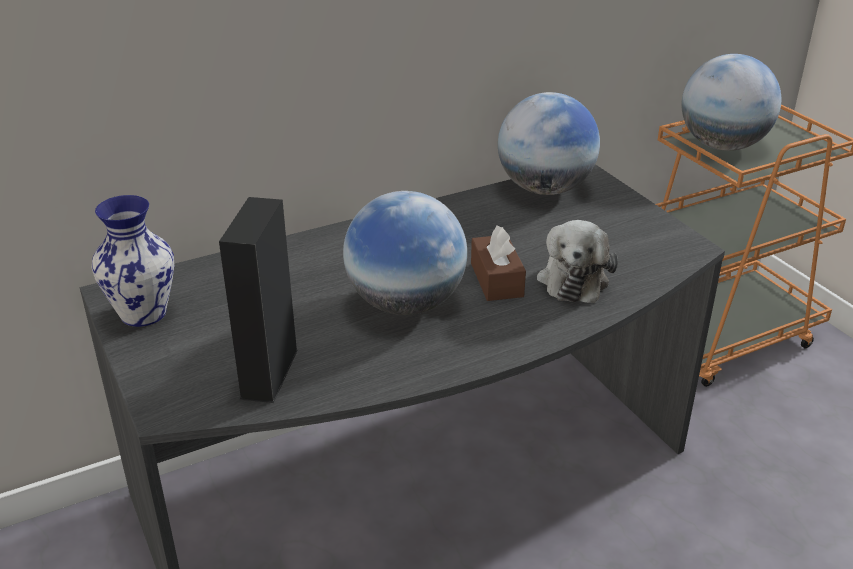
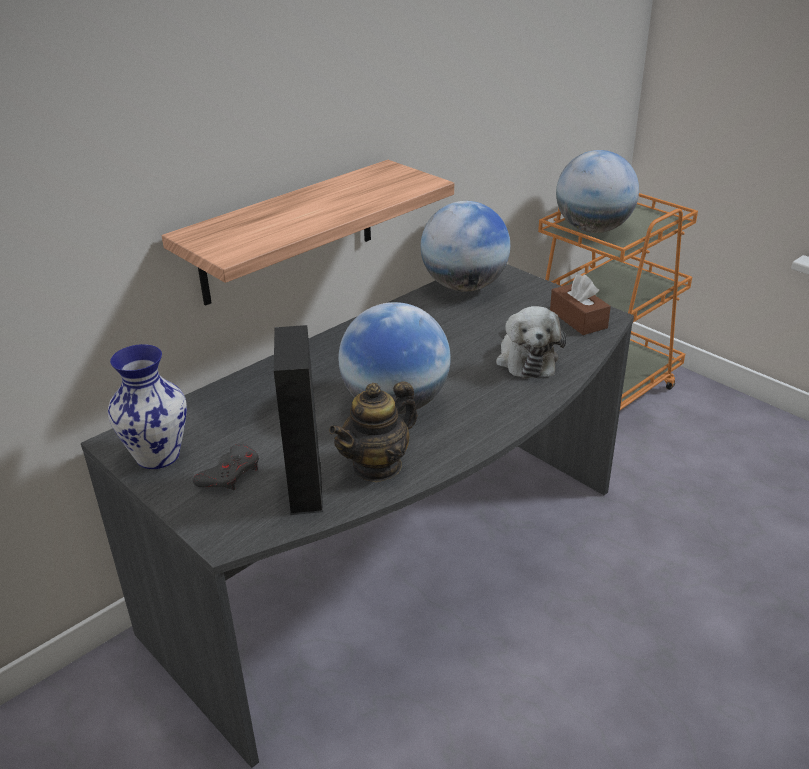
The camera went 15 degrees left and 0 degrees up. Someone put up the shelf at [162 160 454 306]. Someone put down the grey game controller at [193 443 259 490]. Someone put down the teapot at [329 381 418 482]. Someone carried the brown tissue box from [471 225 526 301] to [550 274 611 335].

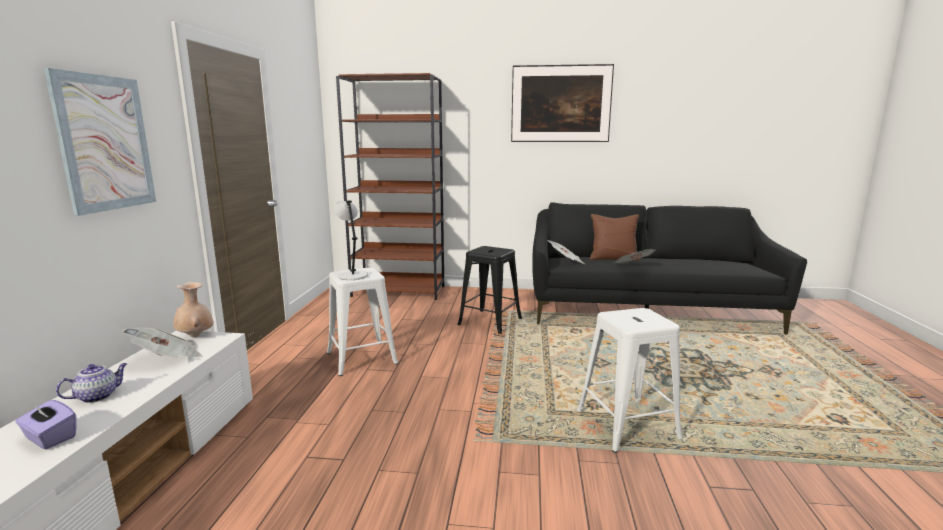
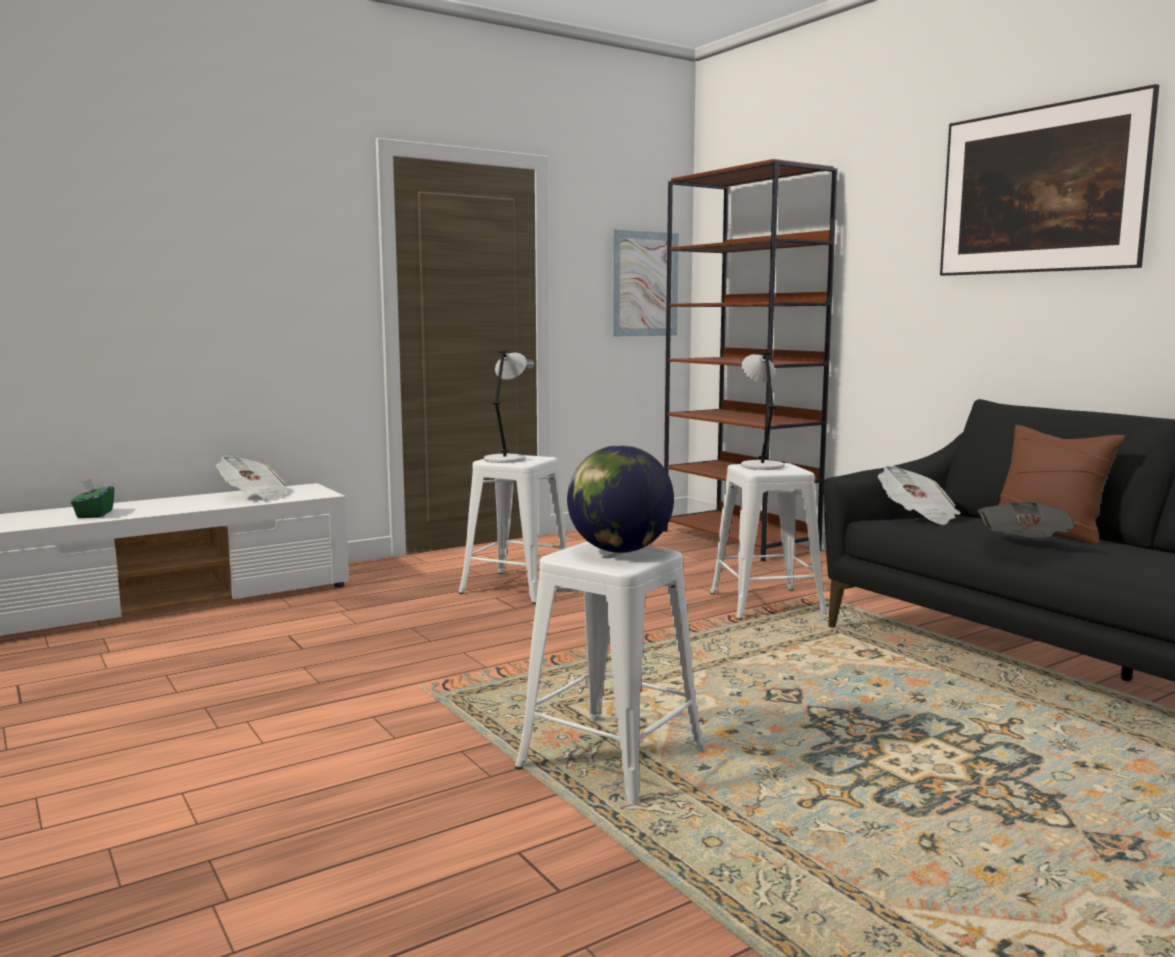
The camera went 50 degrees right and 5 degrees down. Someone repainted the purple tissue box at [15 400 77 449], which became the green tissue box at [71 478 114 518]. Someone put down the globe at [567 445 674 553]. Someone carried the picture from [44 68 156 216] to [612 230 679 336]. Someone repainted the black stool at [457 246 522 334], which became the white stool at [710 463 827 620]. Someone put down the grey table lamp at [741 352 785 470]. Someone took away the teapot at [56 363 127 403]. Someone took away the beige vase at [173 282 214 338].

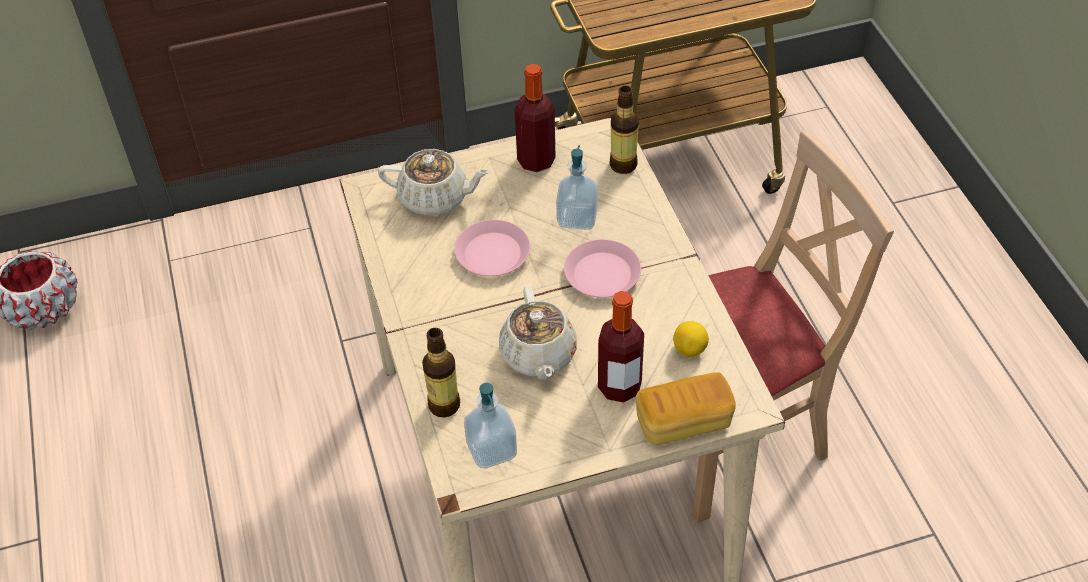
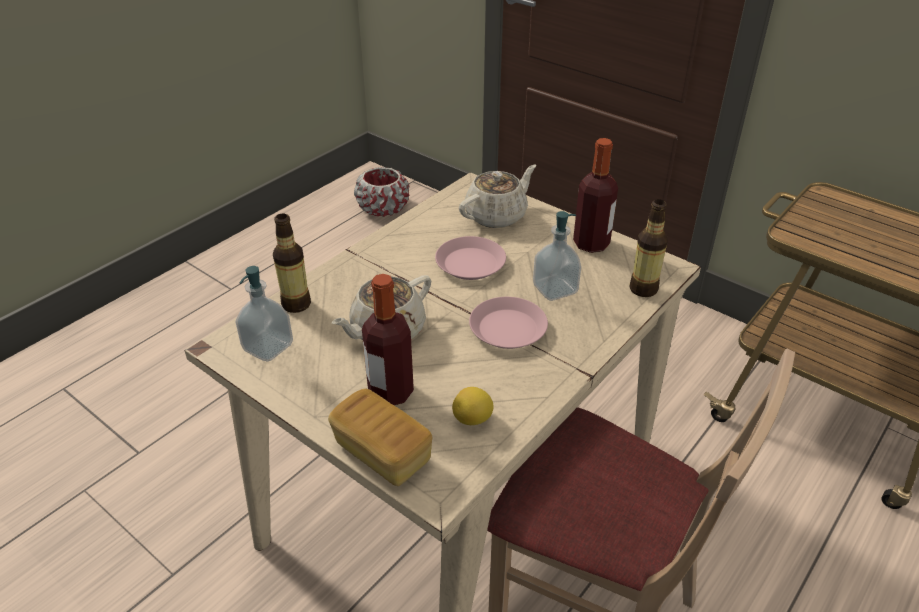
The camera went 55 degrees right and 10 degrees down. Someone rotated the beige teapot at [378 149 491 216] by 105 degrees counterclockwise.

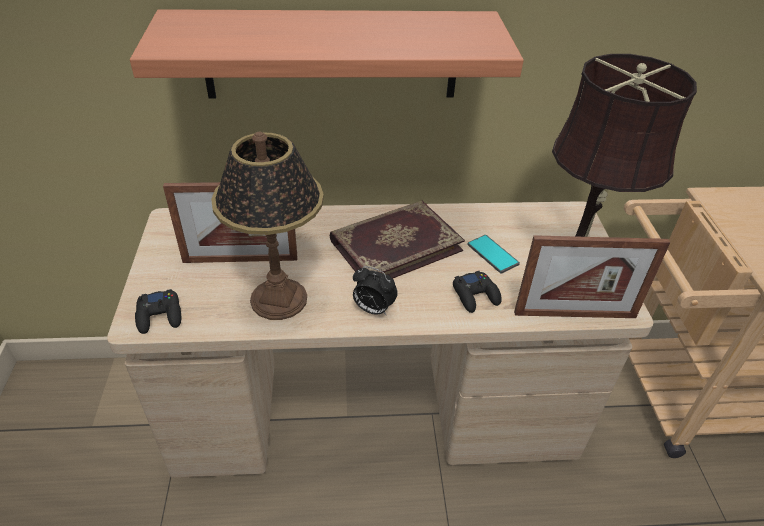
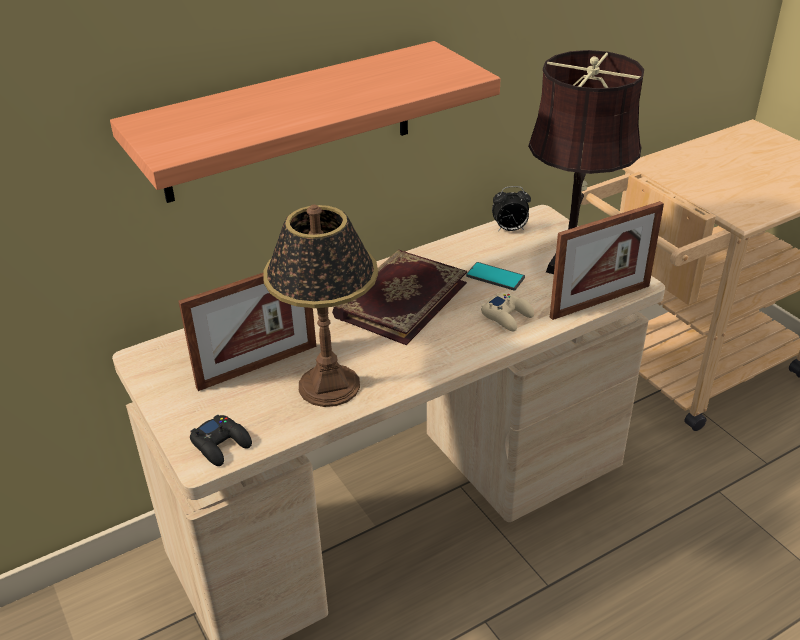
The camera went 25 degrees left and 5 degrees down. Someone repainted the black game controller at [453 271 502 313], which became the beige game controller at [481 293 534 332]. Someone carried the alarm clock from [353 266 398 316] to [492 186 531 231].

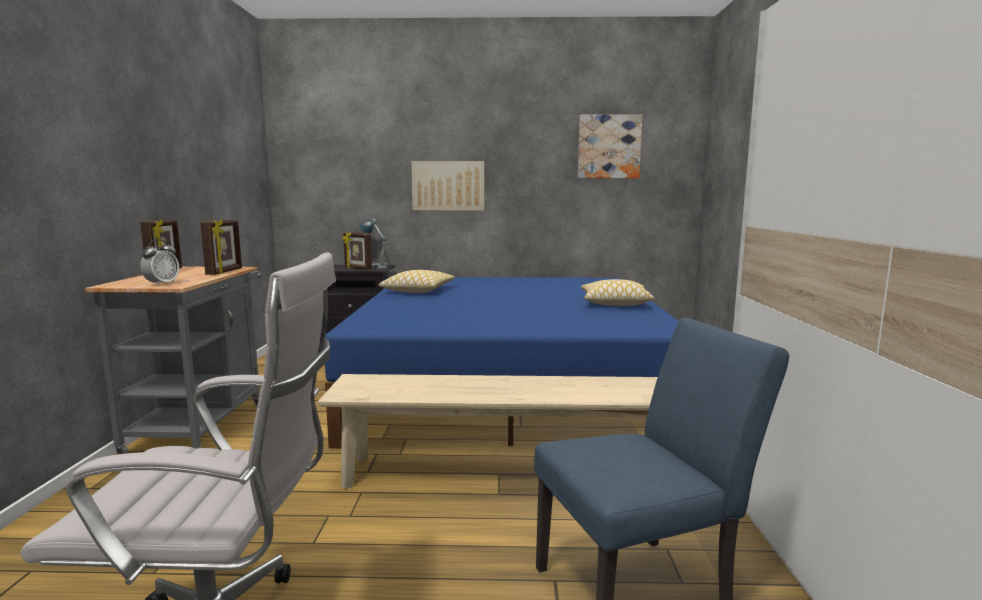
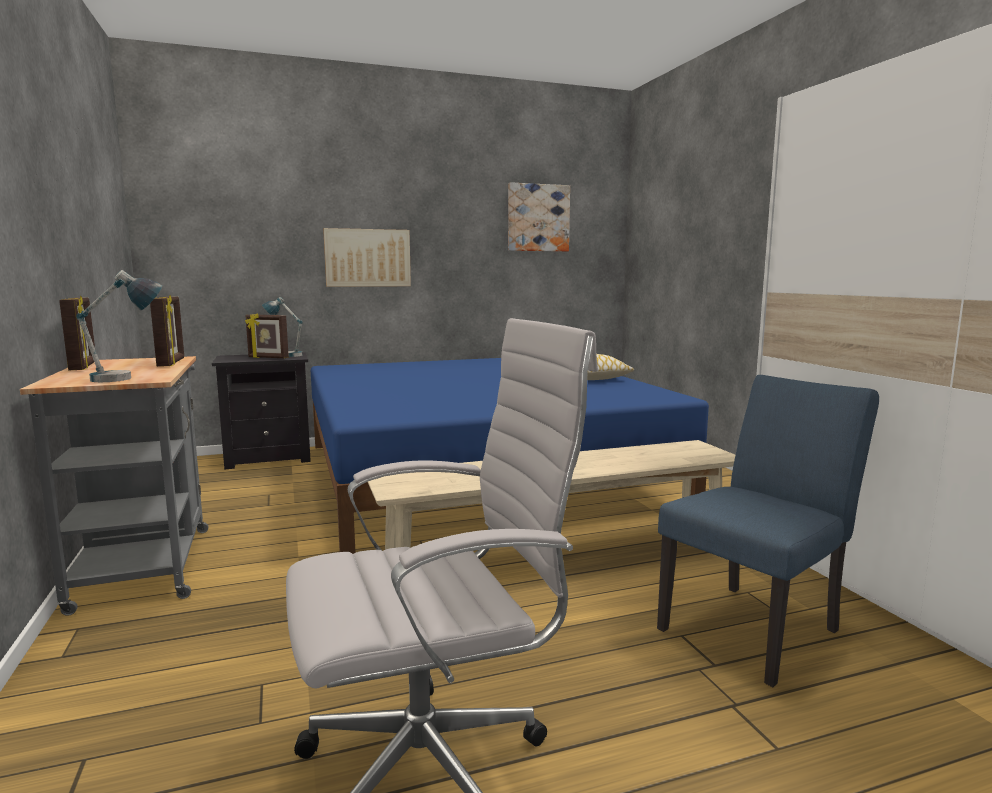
The camera went 20 degrees left and 0 degrees up. Someone swapped the alarm clock at [140 239 179 286] for the table lamp at [76 270 162 382]. Someone took away the pillow at [379 270 455 293].

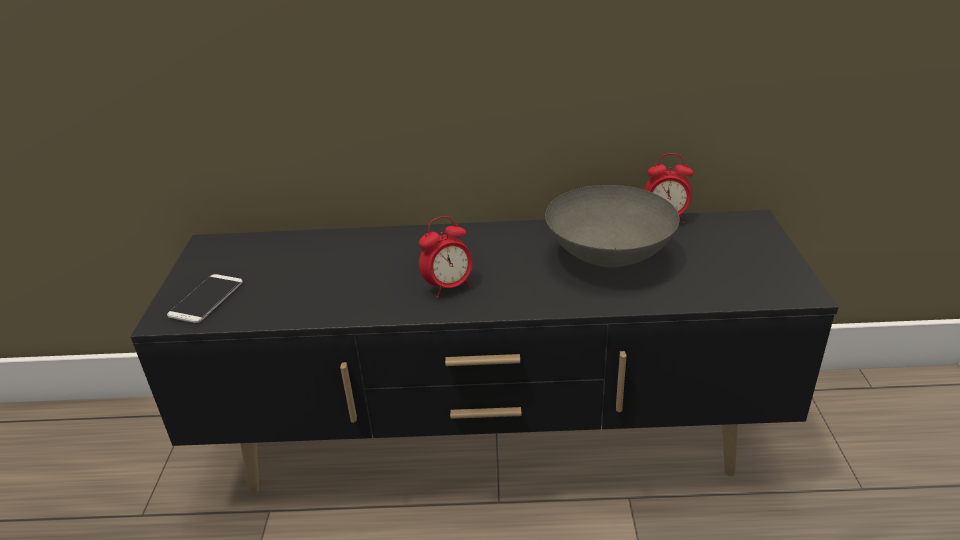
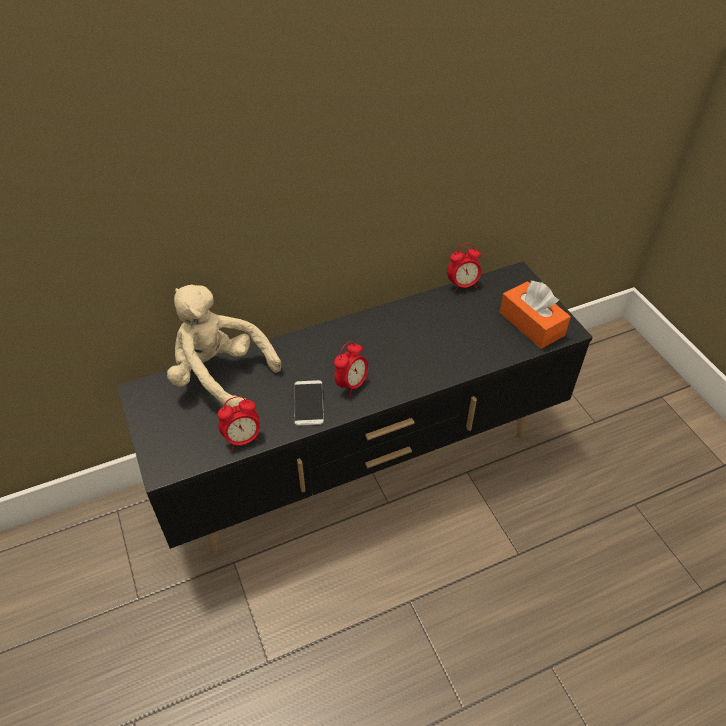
The camera went 25 degrees left and 15 degrees up. Someone put down the beige plush toy at [167 284 281 407]. Someone put down the alarm clock at [217 396 260 450]. Someone carried the phone from [167 274 243 323] to [294 380 324 426]. Someone put down the orange tissue box at [499 280 571 349]. Someone took away the grey bowl at [545 185 680 268].

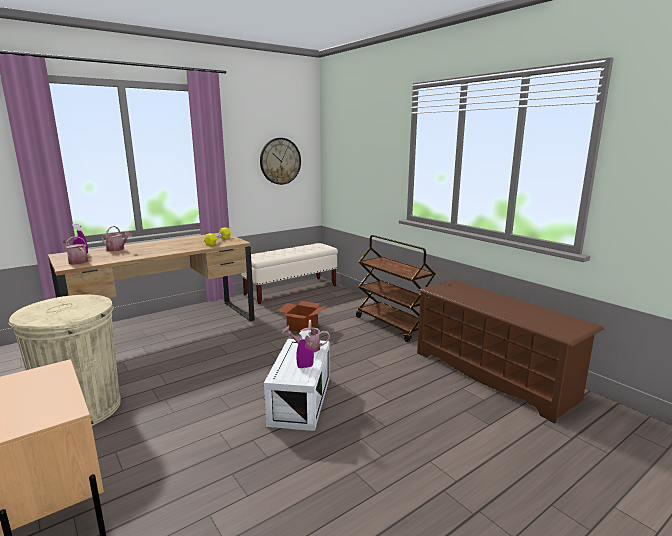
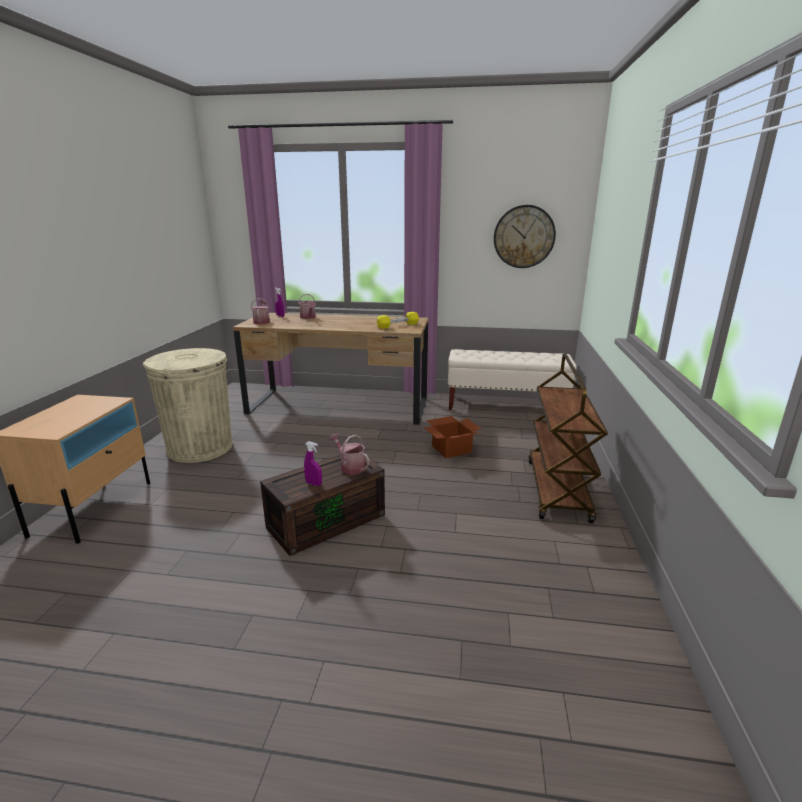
The camera went 45 degrees right and 5 degrees up. Someone repainted the white storage box at [264 339 330 431], which became the brown storage box at [260 455 385 556]. Someone took away the brown shoe rack at [417 280 604 423].

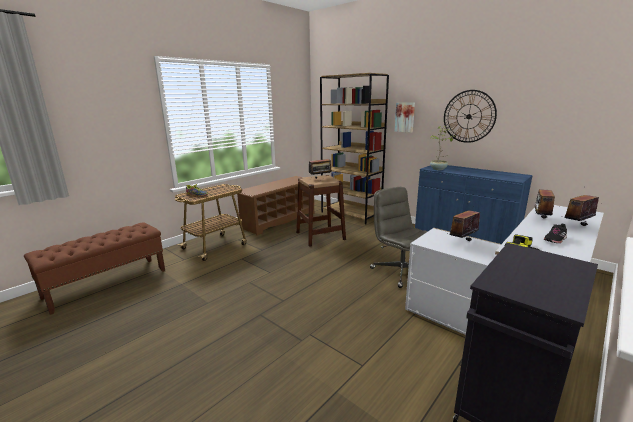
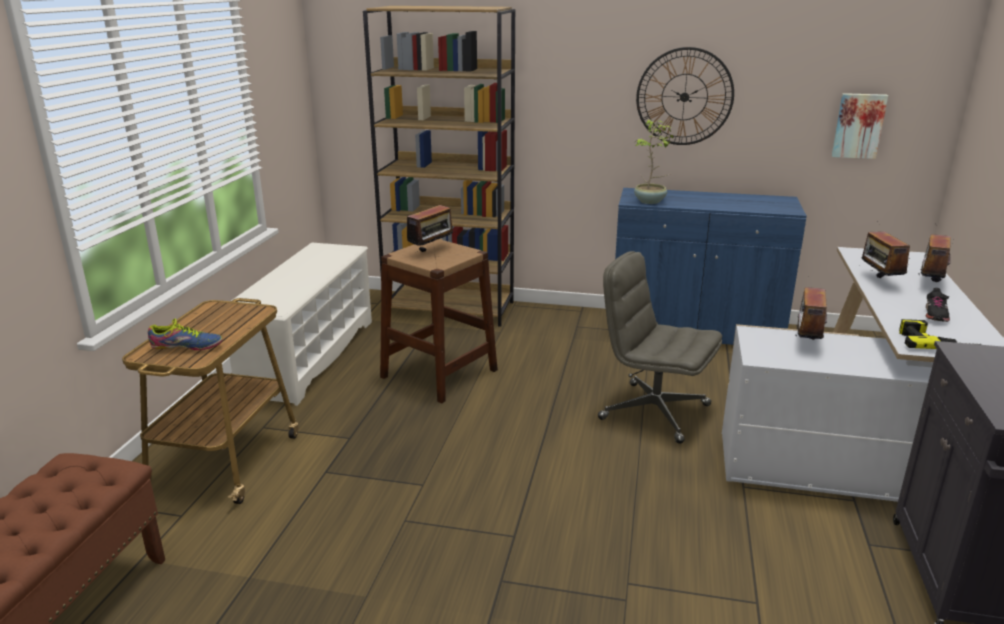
The camera went 30 degrees left and 5 degrees up. Someone repainted the brown shoe rack at [237 176 314 235], which became the white shoe rack at [229 243 372 406]. Someone carried the picture from [395 102 415 133] to [832 93 888 159].

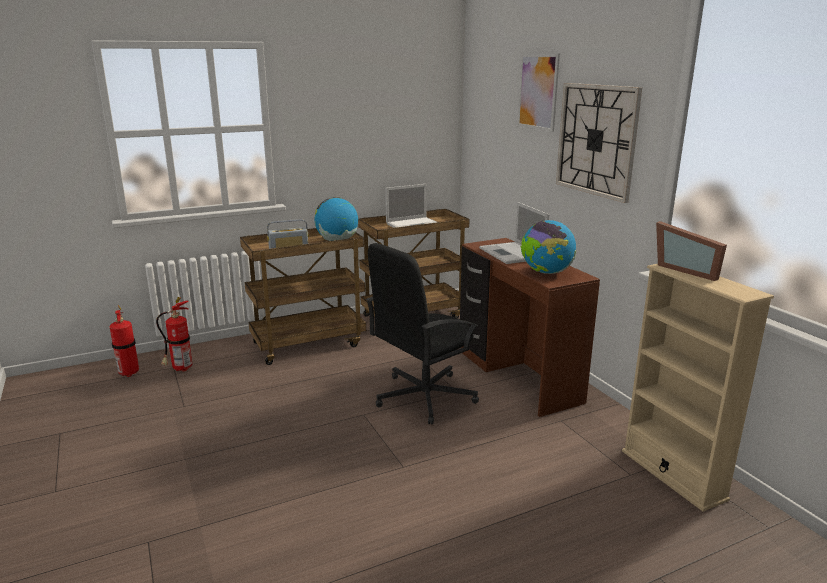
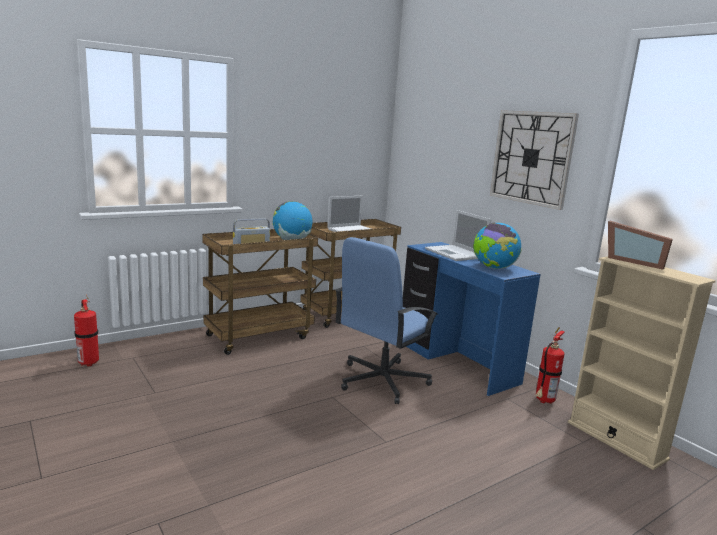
The camera went 10 degrees left and 5 degrees down. Someone repainted the black office chair at [366 243 479 425], which became the blue office chair at [335 237 438 404]. Someone repainted the brown desk at [460 238 600 417], which became the blue desk at [403 242 541 396]. Someone carried the fire extinguisher from [156 297 192 372] to [536 328 565 404]. Someone took away the picture at [517 53 560 132].

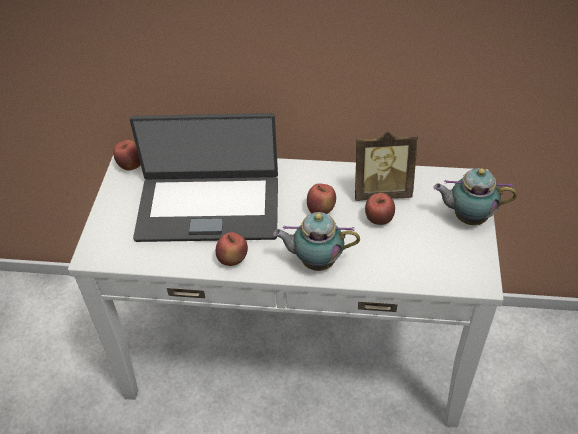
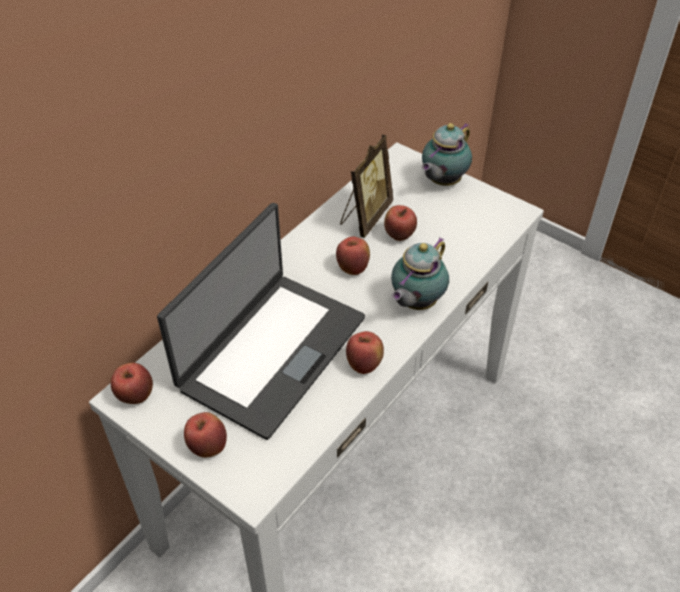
The camera went 60 degrees left and 0 degrees up. Someone put down the apple at [184 412 227 457].

